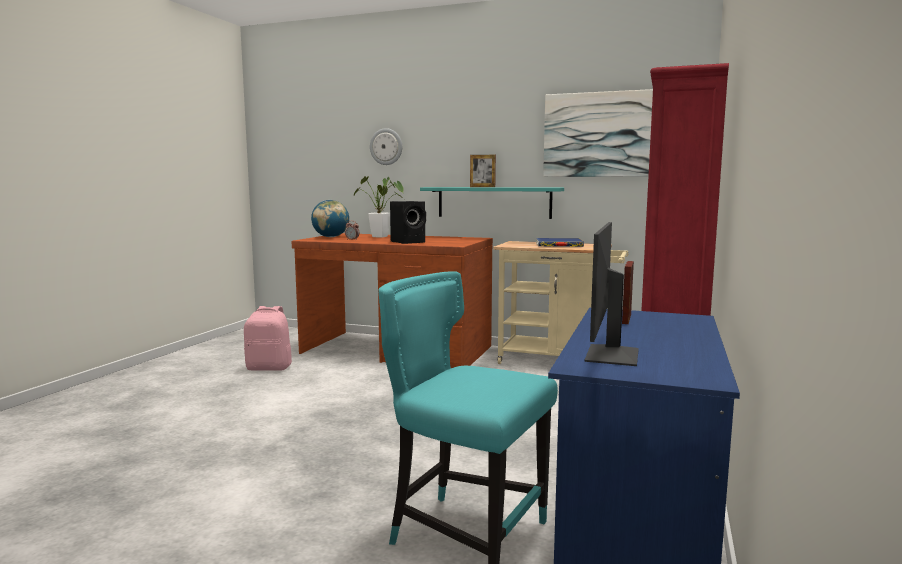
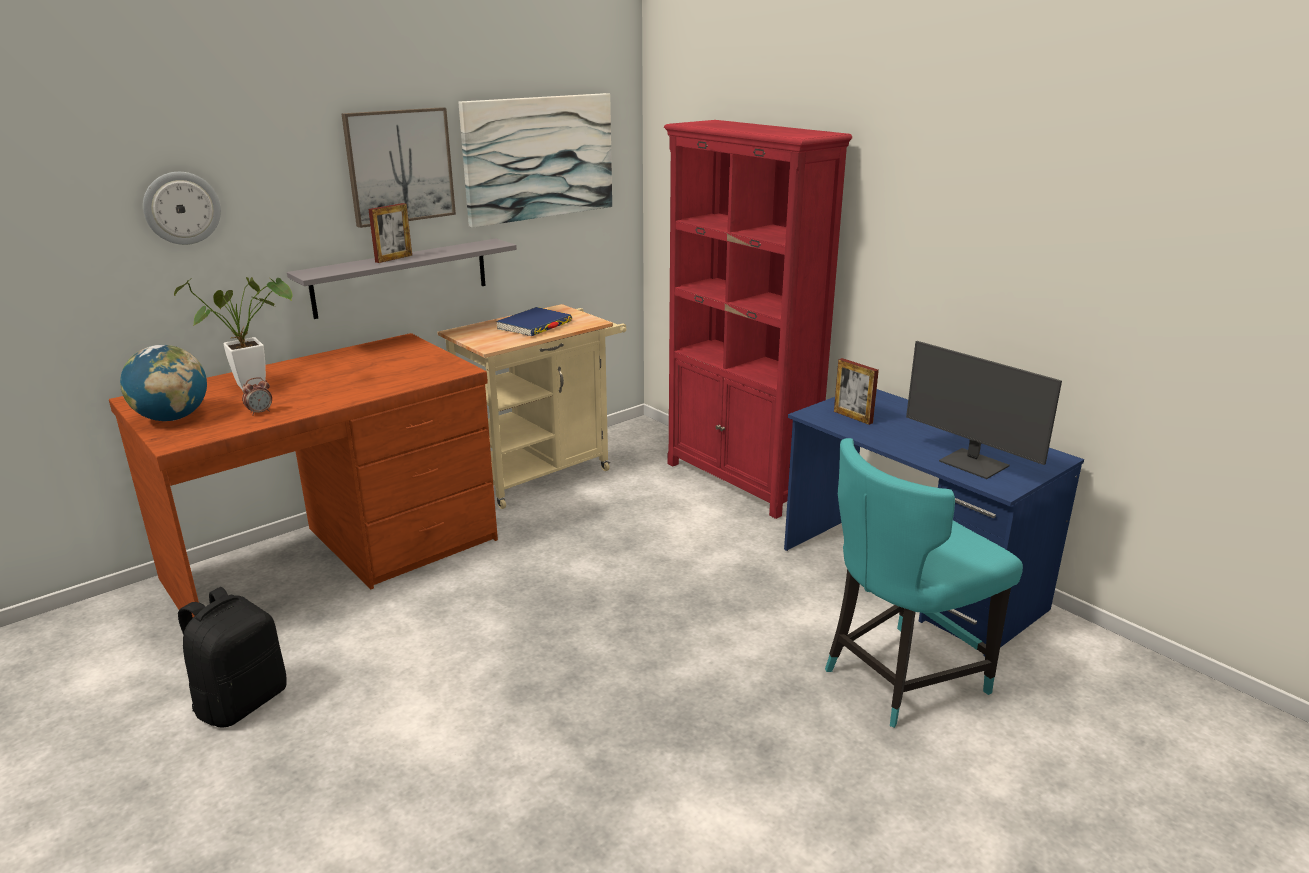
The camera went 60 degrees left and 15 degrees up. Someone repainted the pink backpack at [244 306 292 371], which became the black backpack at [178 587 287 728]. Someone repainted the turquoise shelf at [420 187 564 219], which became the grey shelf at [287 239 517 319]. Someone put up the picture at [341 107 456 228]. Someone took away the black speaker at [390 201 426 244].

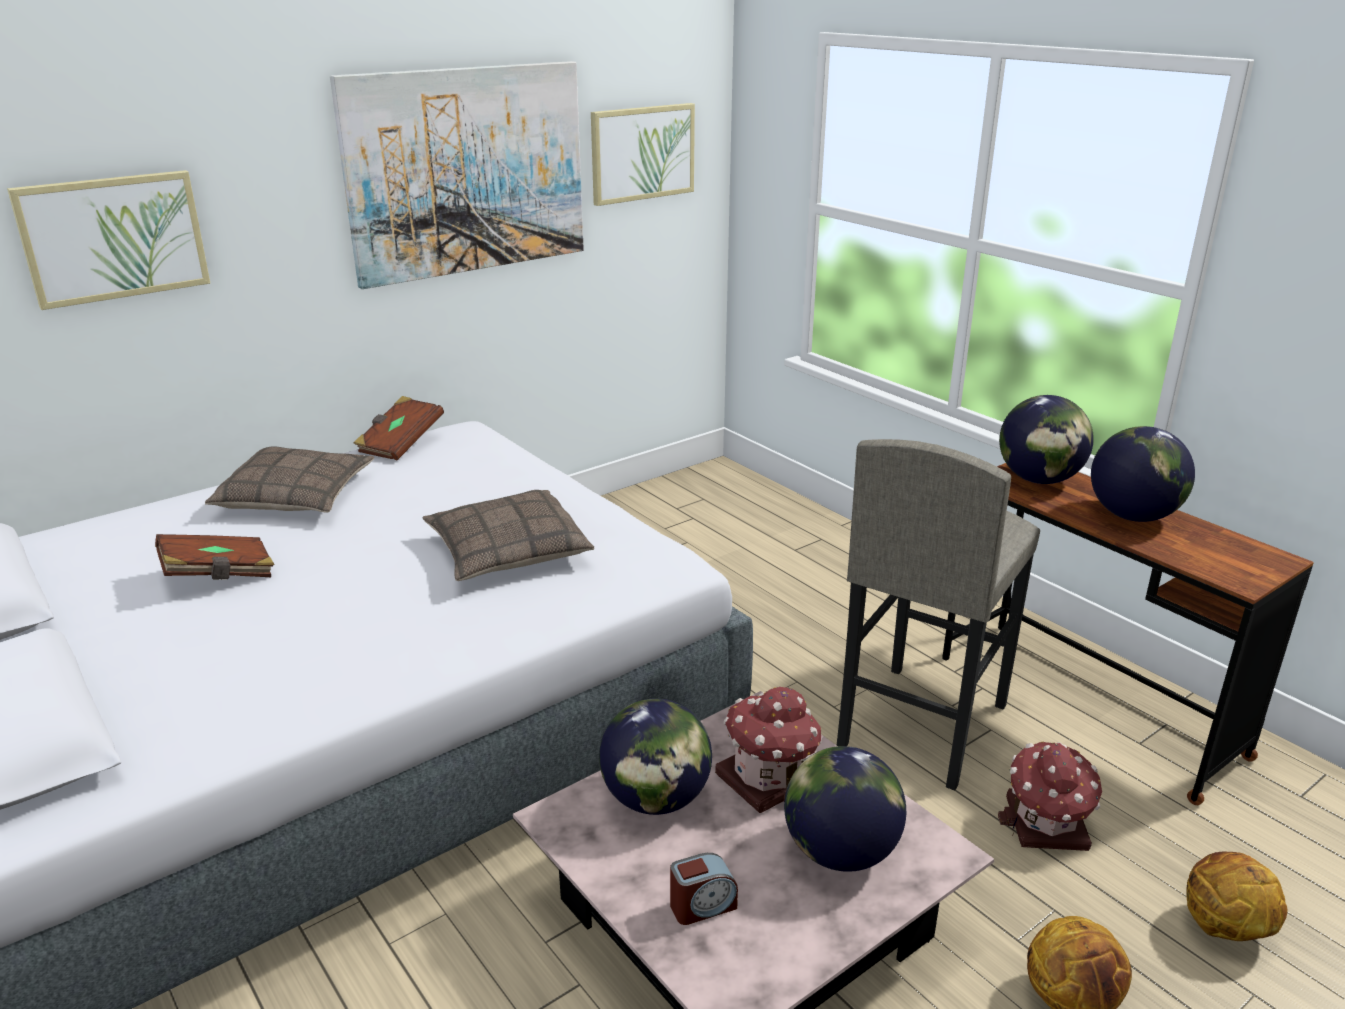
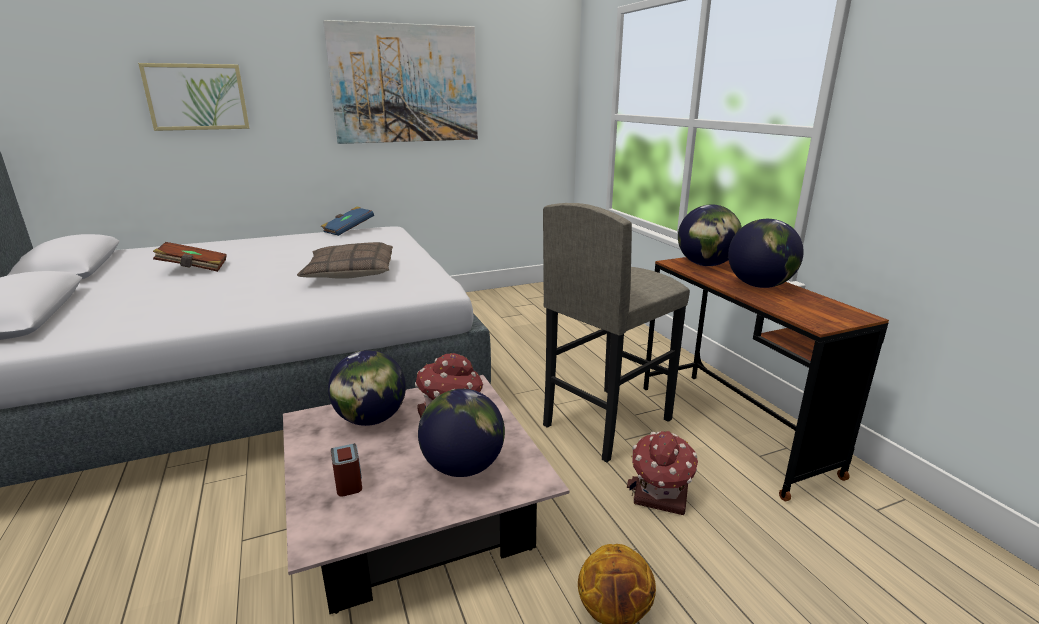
The camera went 15 degrees right and 5 degrees down. Someone repainted the brown book at [353 396 444 460], which became the blue book at [321 206 374 236]. Someone rotated the alarm clock at [670 853 738 925] by 105 degrees counterclockwise. Someone took away the pillow at [205 446 374 513]. Someone took away the picture at [591 103 695 206]. Someone took away the basketball at [1186 852 1287 941].

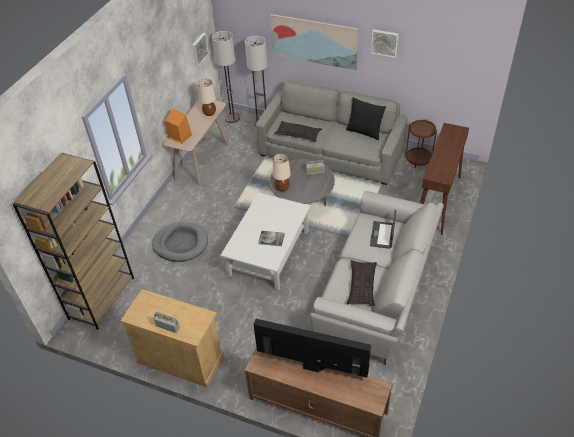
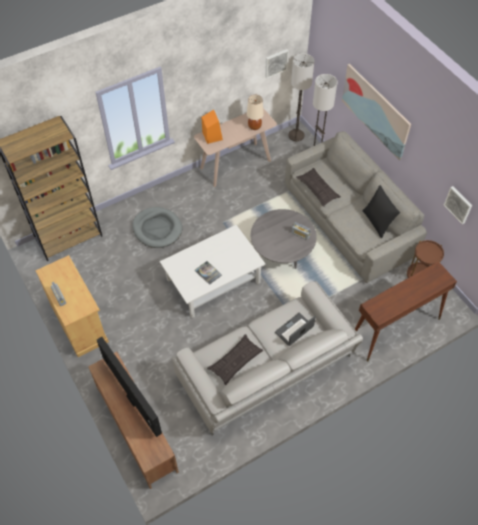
The camera went 35 degrees right and 10 degrees up. Someone carried the picture from [371 29 398 58] to [444 186 472 224]. Someone took away the beige table lamp at [272 153 291 191].

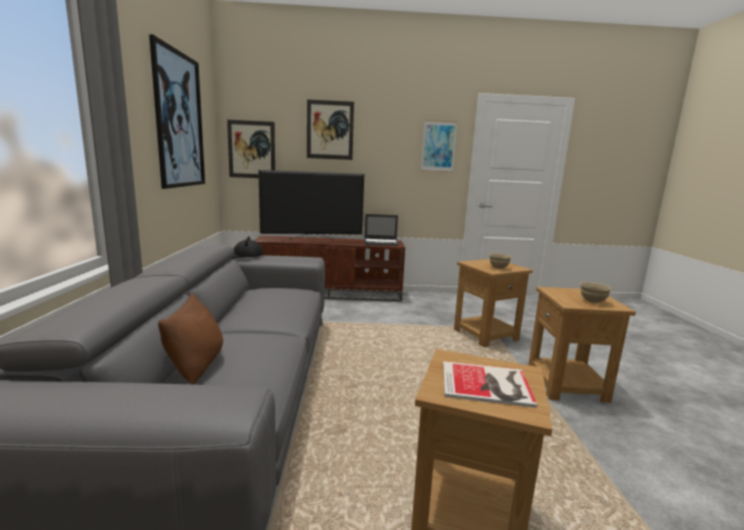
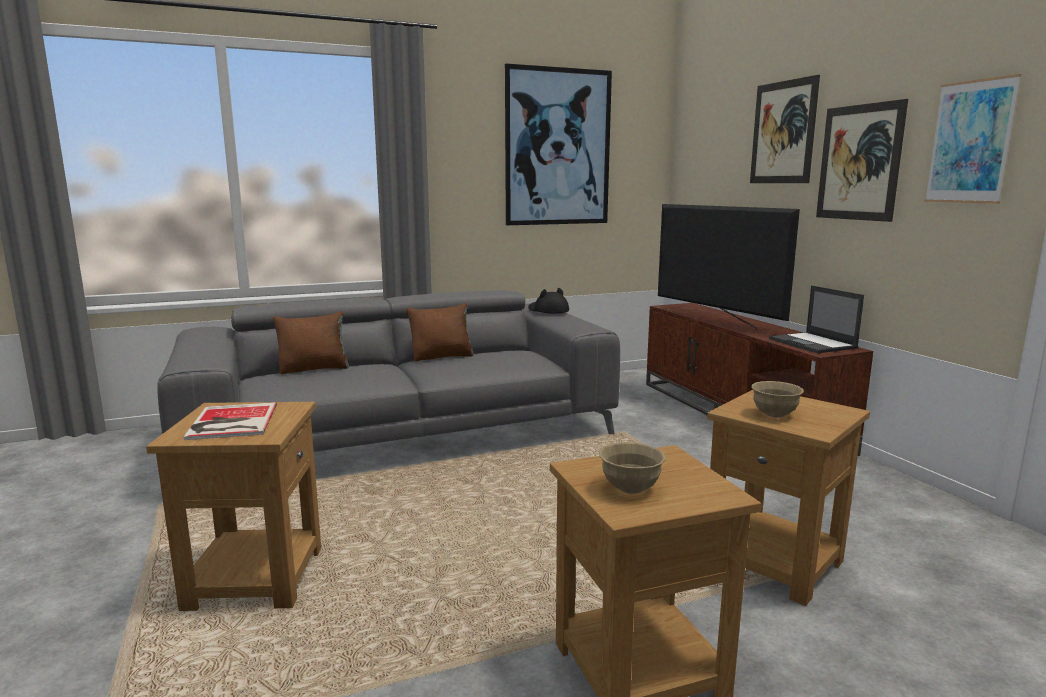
The camera went 70 degrees right and 0 degrees up. Someone put down the brown pillow at [406 303 474 362]. Someone carried the picture from [227 120 275 178] to [816 99 908 222].

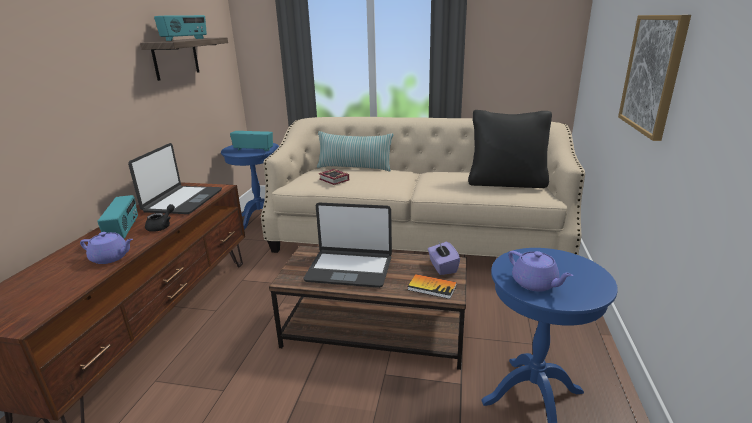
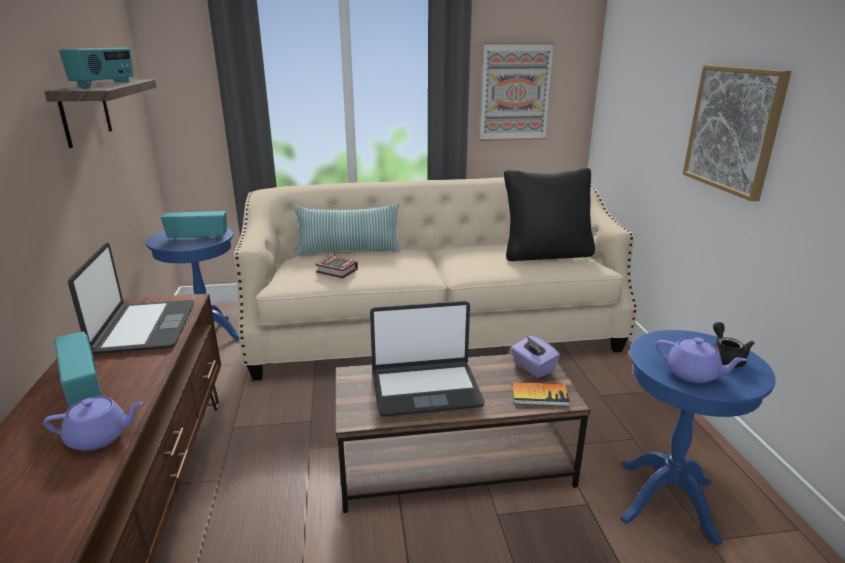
The camera went 20 degrees left and 0 degrees up. Someone put up the picture at [480 42 554 141]. Someone carried the black teapot from [145 204 175 232] to [713 322 755 368].

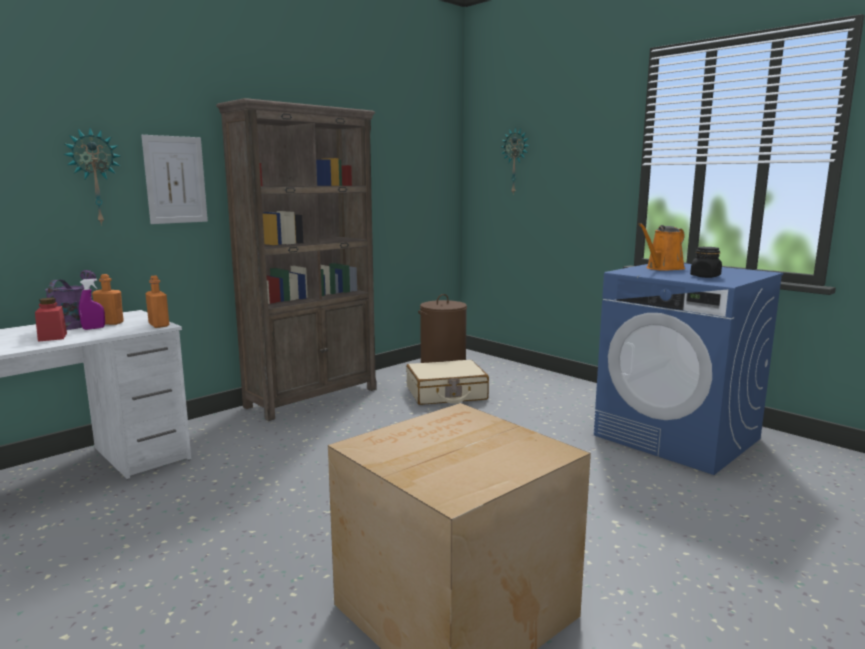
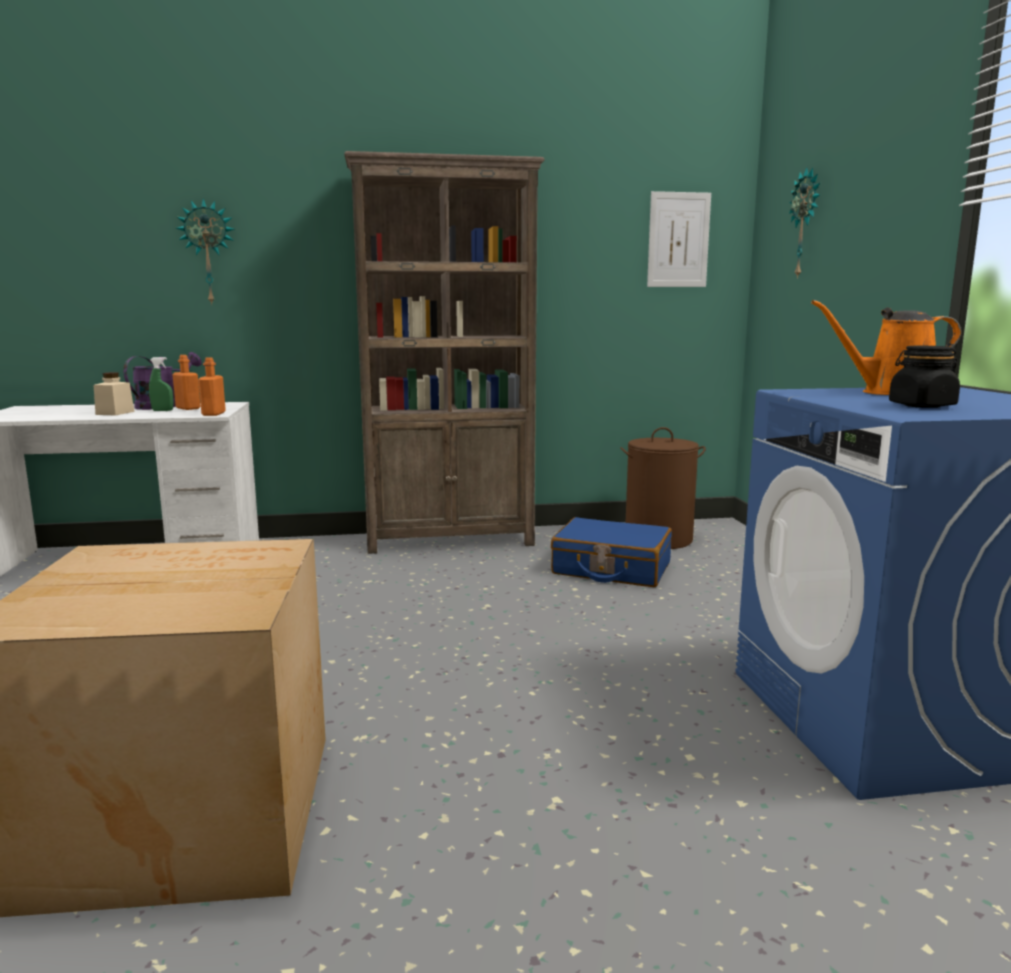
The camera went 35 degrees right and 0 degrees up. Someone repainted the red jar at [35 298 67 342], which became the beige jar at [94 372 134 416]. Someone repainted the purple spray bottle at [79 278 105 330], which became the green spray bottle at [149 357 173 411]. Someone repainted the beige suitcase at [406 360 489 405], which became the blue suitcase at [551 517 672 587]. Someone carried the picture from [141 135 208 224] to [647 191 711 287].

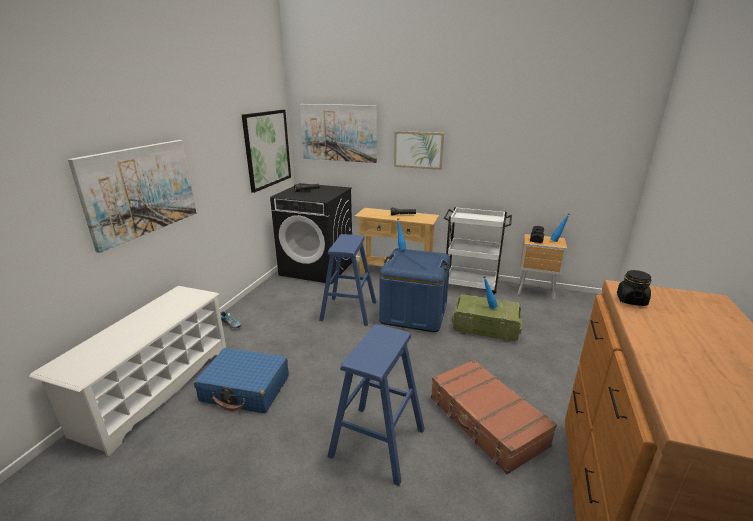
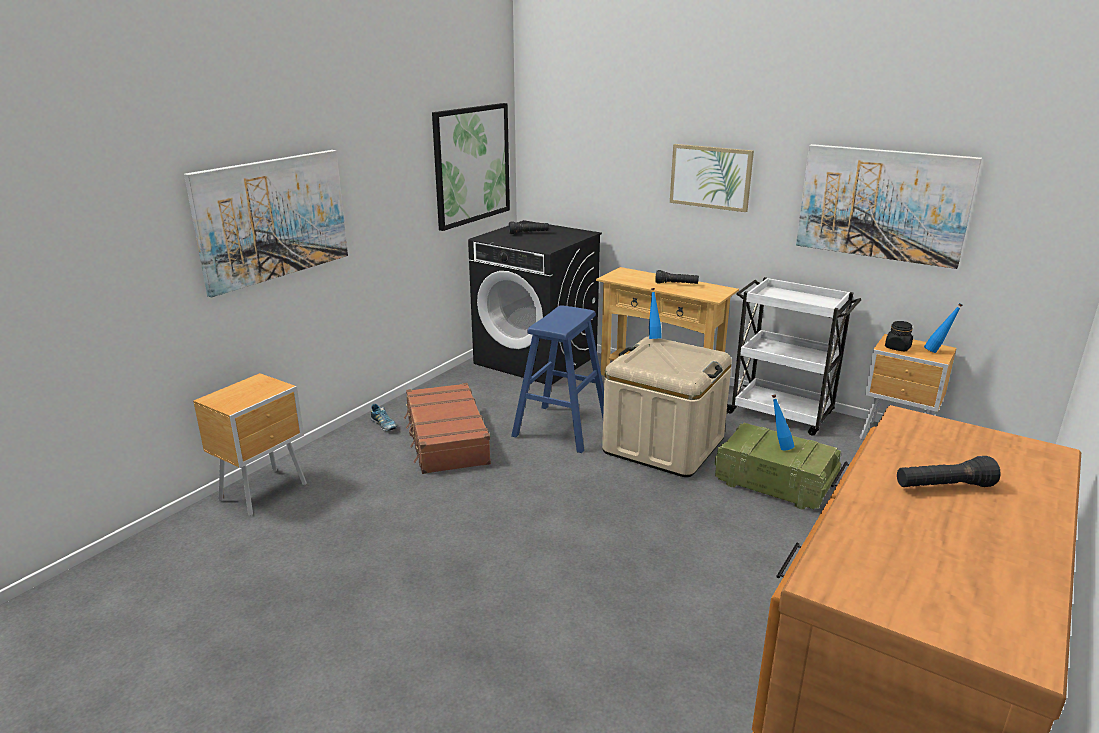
The camera went 15 degrees right and 0 degrees up. Someone swapped the white shoe rack at [29 286 226 457] for the brown nightstand at [193 373 307 516]. Someone carried the brown suitcase from [431 359 557 474] to [404 383 491 474]. Someone repainted the blue storage box at [379 248 450 332], which became the beige storage box at [602 336 732 477]. Someone carried the picture from [300 104 377 163] to [796 144 982 269]. Someone put down the black flashlight at [897 456 1001 487]. Someone took away the blue suitcase at [194 348 289 413]. Someone took away the blue stool at [327 324 425 486]. Someone took away the black jar at [617 270 651 306].

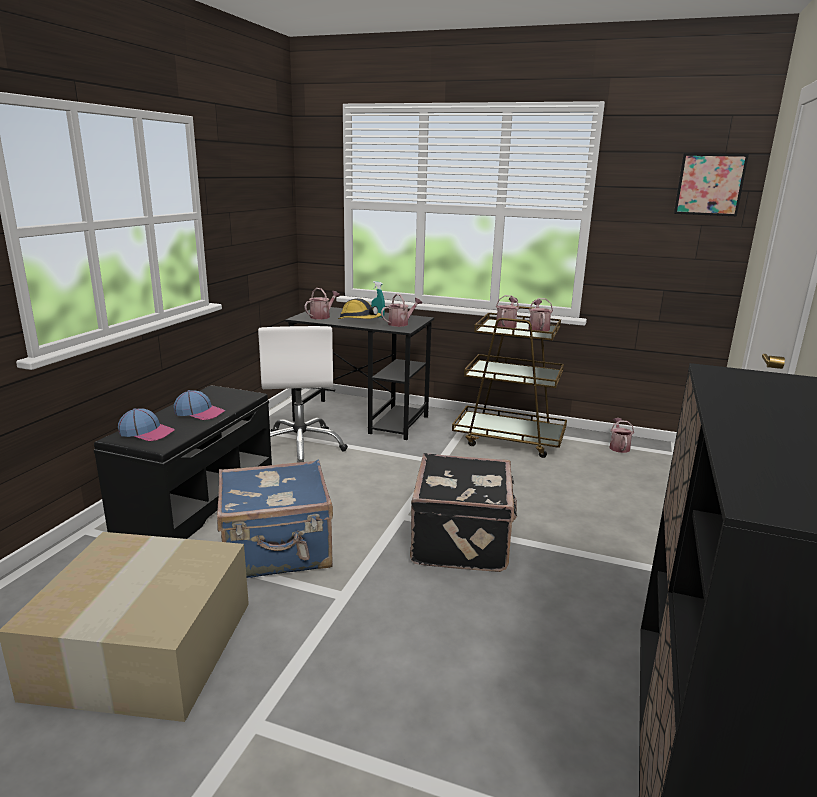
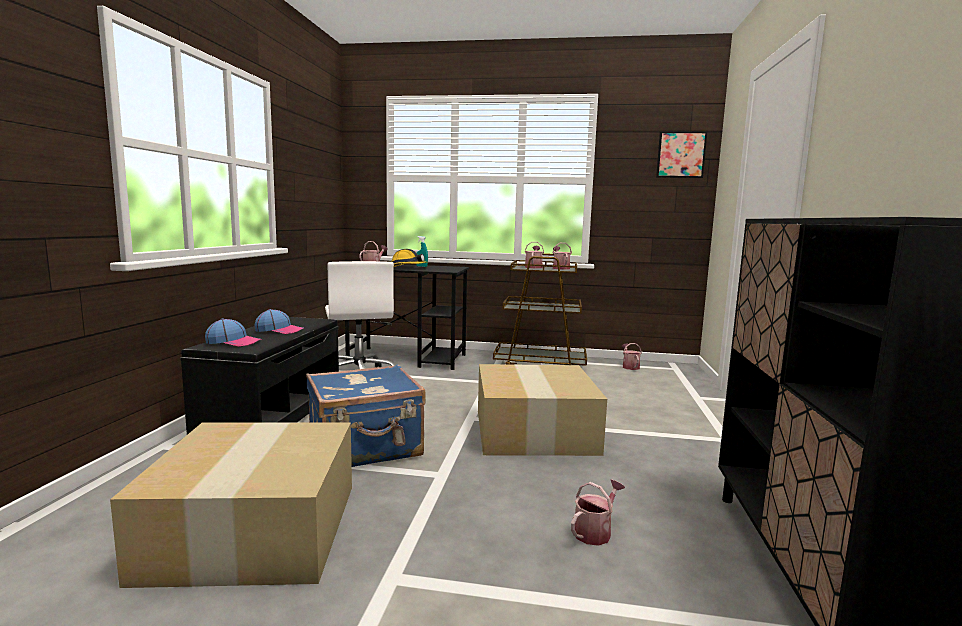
The camera went 10 degrees left and 10 degrees down. Someone swapped the black suitcase at [410 453 517 572] for the cardboard box at [478 364 607 456]. Someone carried the watering can from [381 294 422 327] to [571 480 625 546].

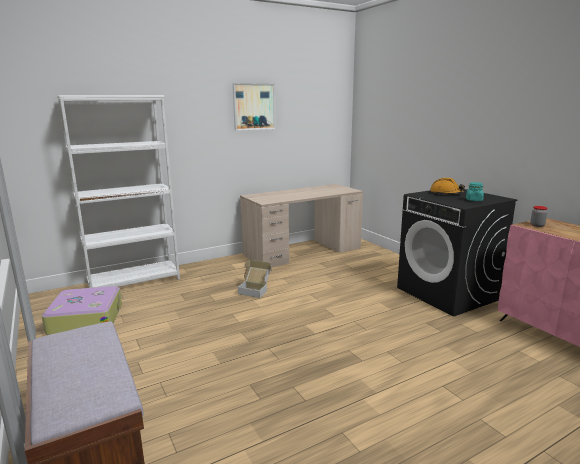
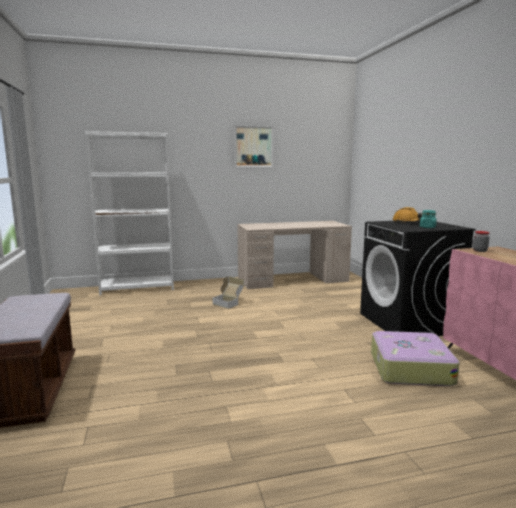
The camera went 15 degrees right and 5 degrees down. Someone carried the suitcase from [42 286 122 335] to [371 331 460 386].

